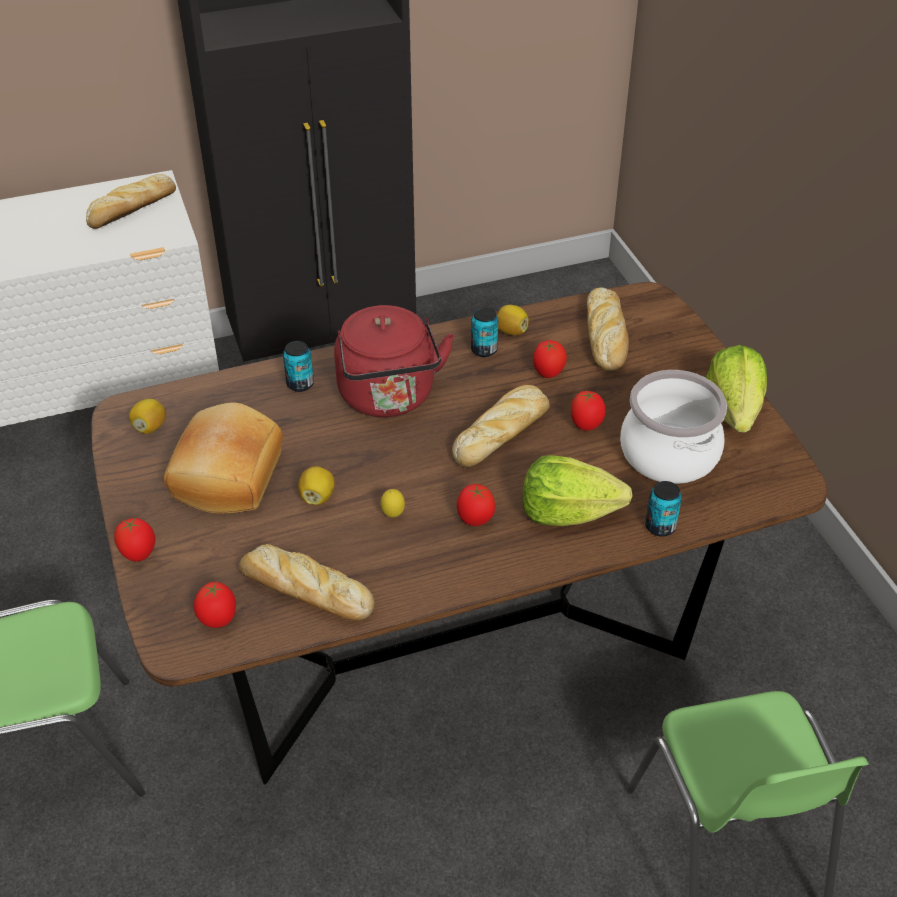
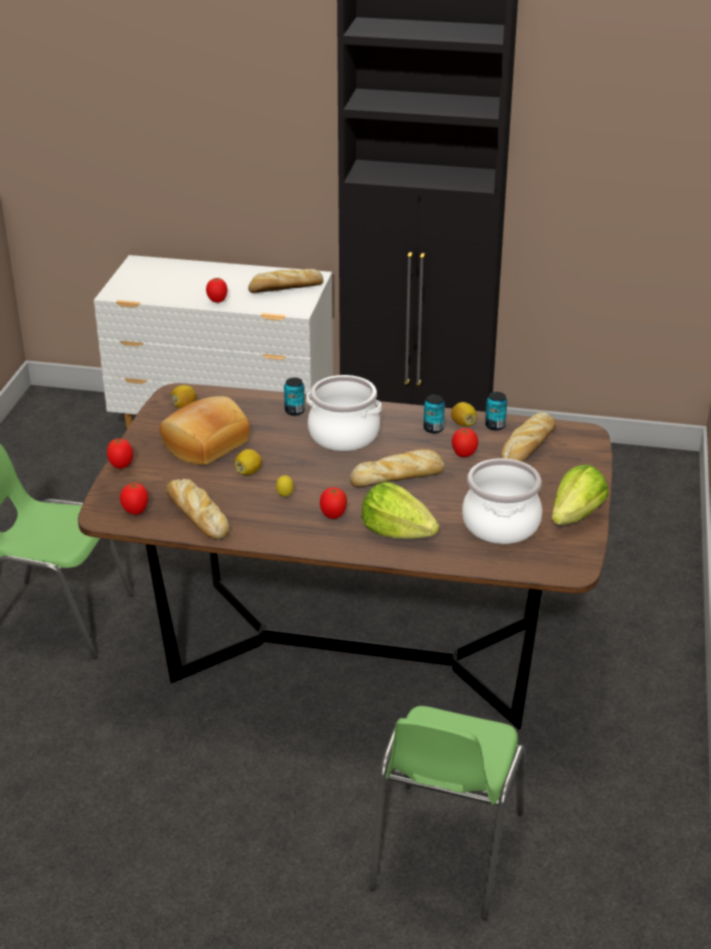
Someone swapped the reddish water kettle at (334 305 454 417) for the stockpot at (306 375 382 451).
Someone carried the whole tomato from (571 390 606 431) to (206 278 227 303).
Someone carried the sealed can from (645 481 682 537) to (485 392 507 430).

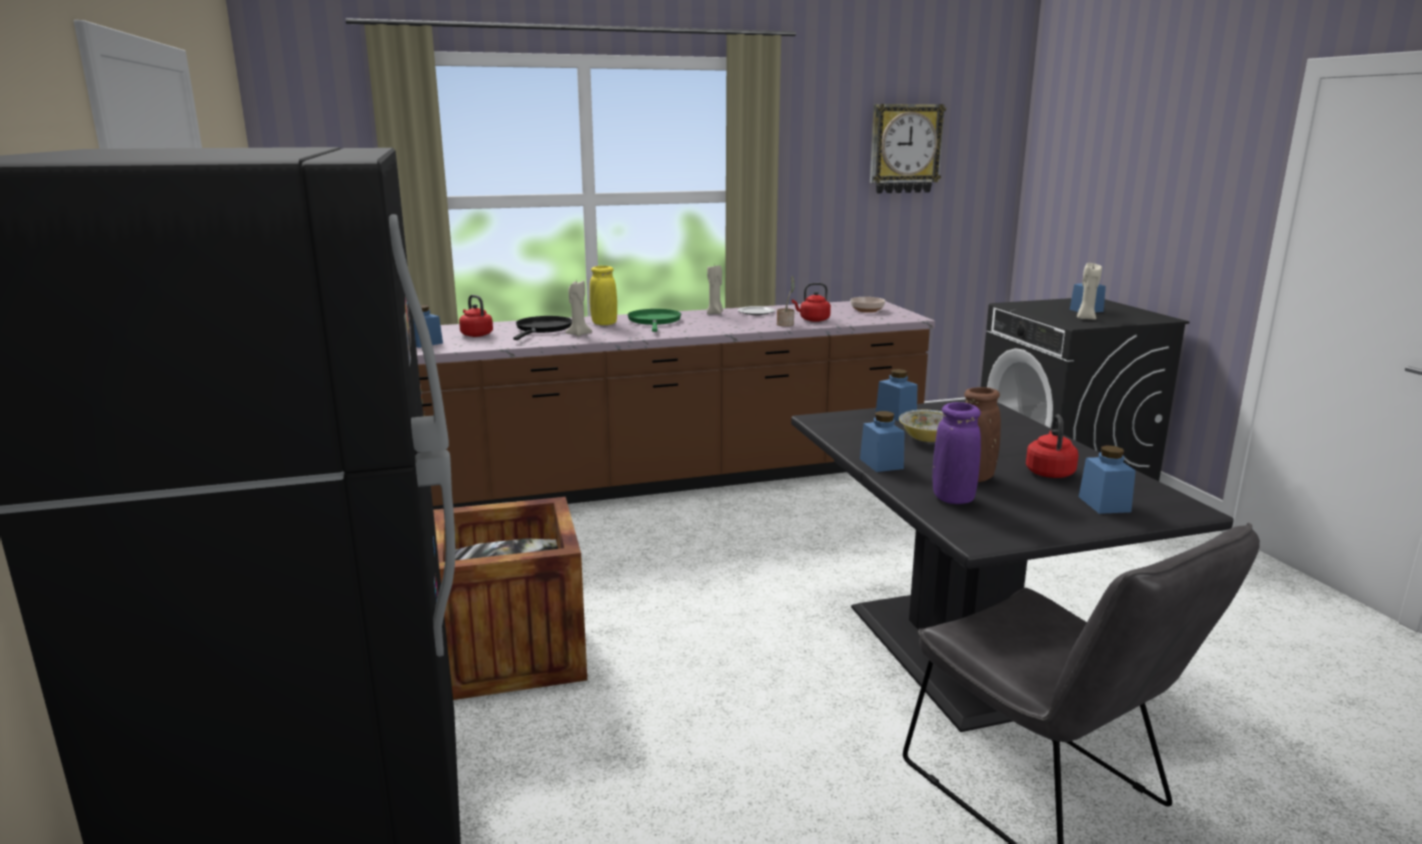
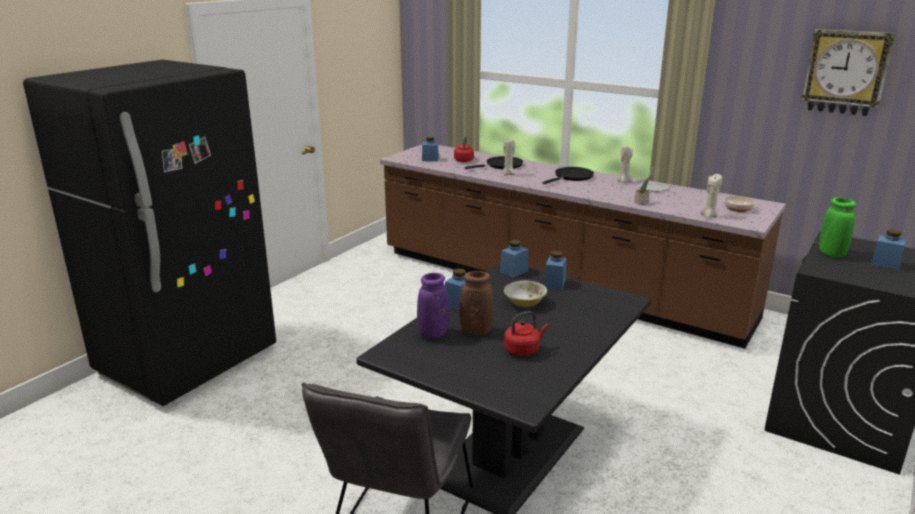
Someone carried the beige-coloured wax candle from (1077 263 1102 320) to (700 174 722 218).
Someone took away the yellow flower vase at (590 266 617 325).
Someone took away the reddish water kettle at (792 283 831 322).
Someone repainted the green-coloured frying pan at (627 309 681 332), which became the blackish frying pan at (542 167 594 184).
Someone carried the blue-coloured storage jar from (1079 445 1136 514) to (500 240 528 278).
Someone took away the packing crate at (433 497 587 700).
Someone put down the green-coloured flower vase at (819 198 856 257).

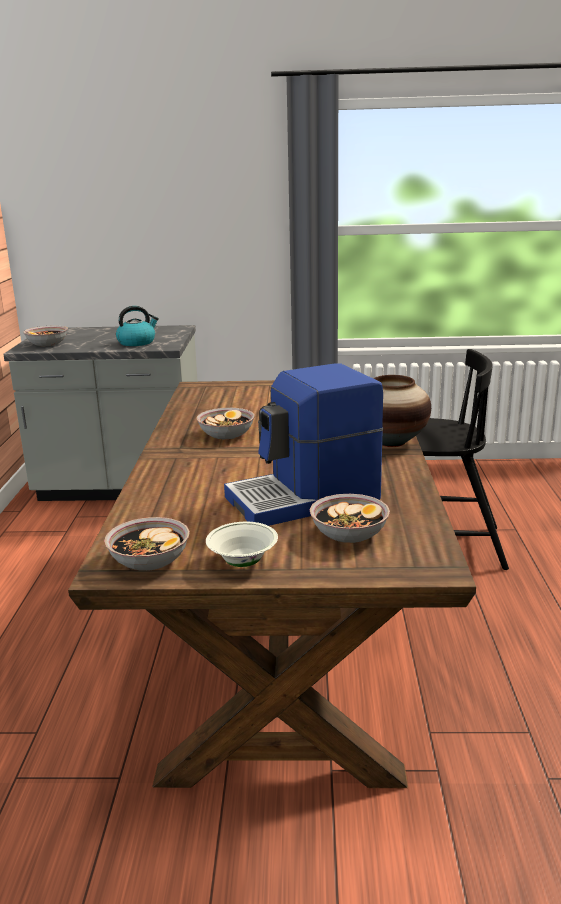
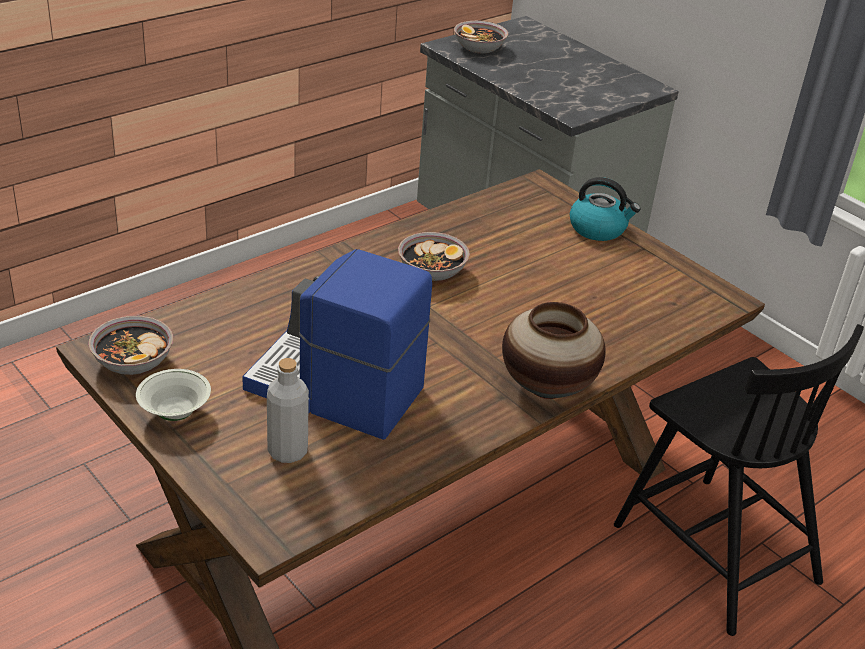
Someone carried the water kettle from (116 306 159 346) to (570 177 641 241).
Someone swapped the deep dish at (309 494 390 543) for the grey beverage bottle at (267 358 309 463).

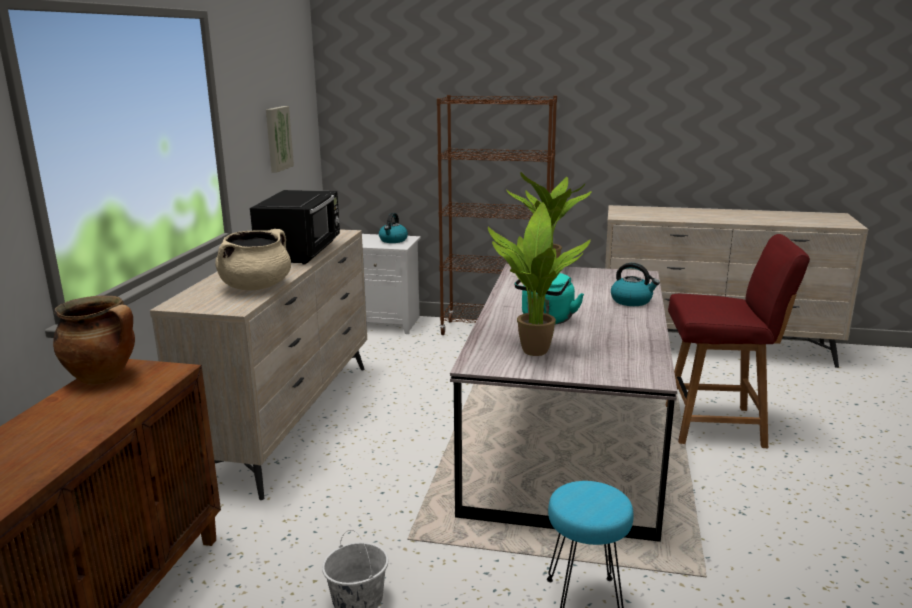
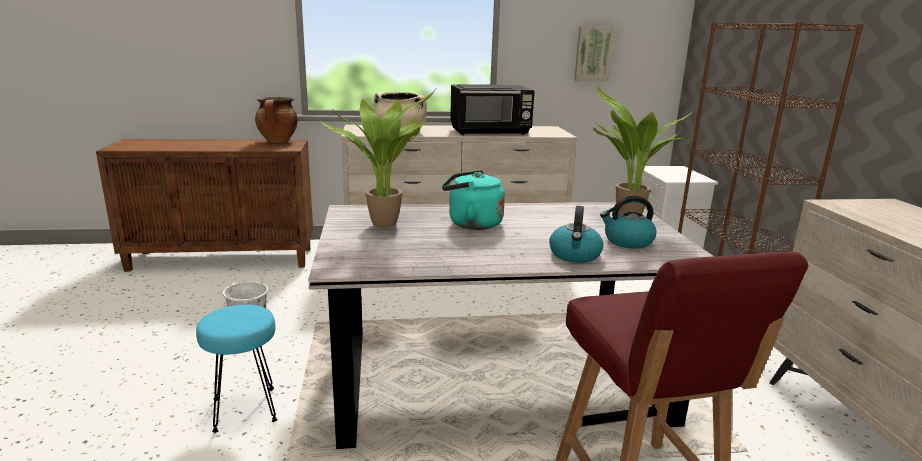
Someone carried the water kettle from (379 213 408 243) to (600 196 656 249).

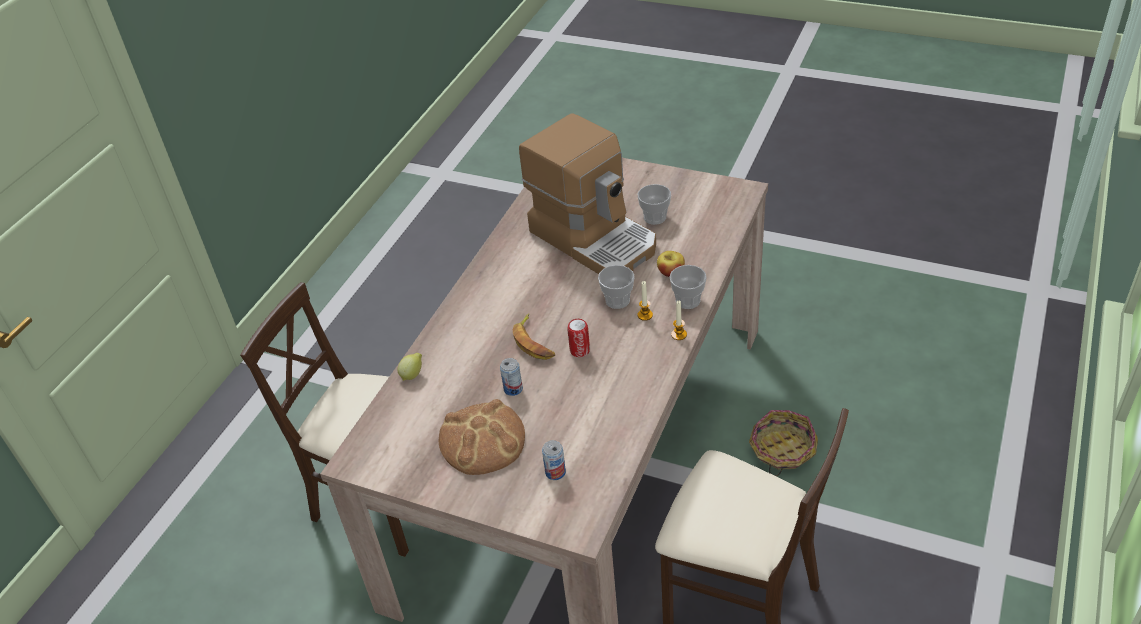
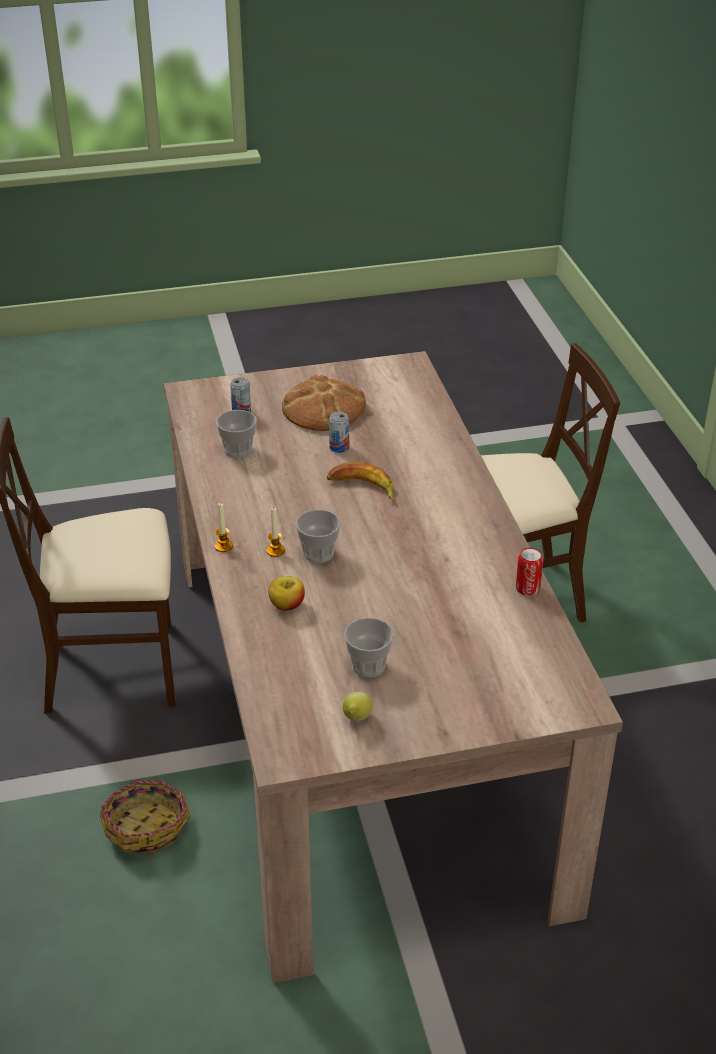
Someone took away the coffee machine at (519 113 656 274).
Someone carried the drinking cup from (669 265 707 309) to (216 410 257 458).
Someone carried the sealed can from (567 319 590 357) to (516 548 544 596).
Someone carried the citrus fruit from (398 353 422 381) to (343 692 373 721).

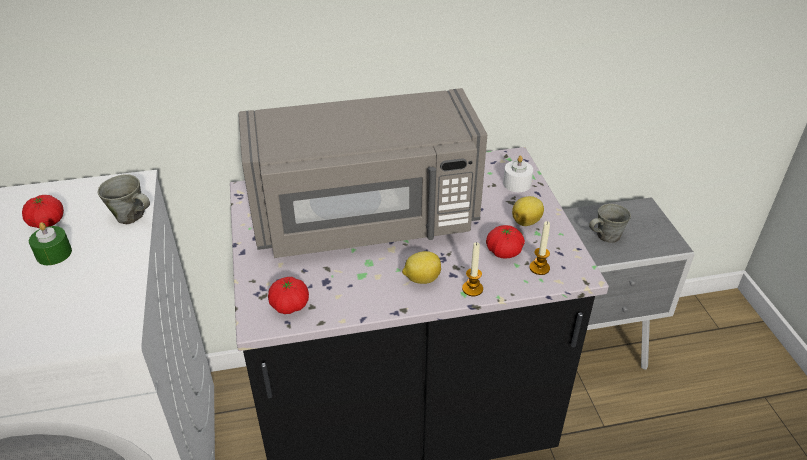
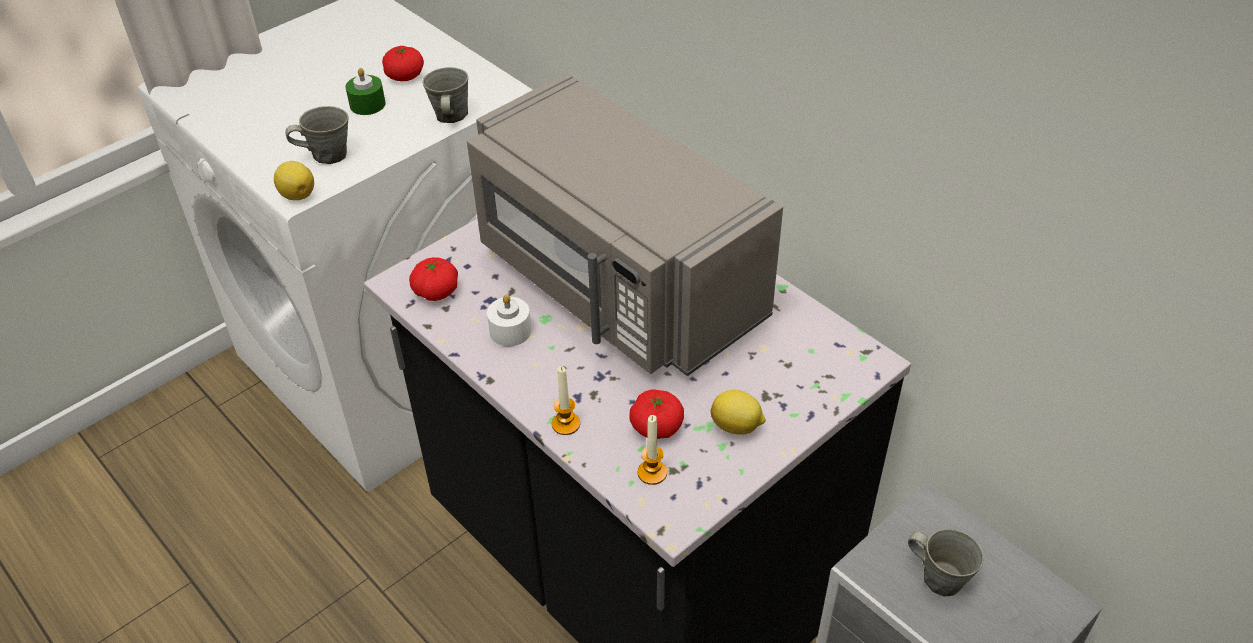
Someone carried the whitish wax candle from (503 156 533 192) to (487 294 532 346).
Someone carried the citrus fruit from (402 251 441 284) to (274 161 314 200).
Someone put down the grey coffee mug at (286 106 349 164).

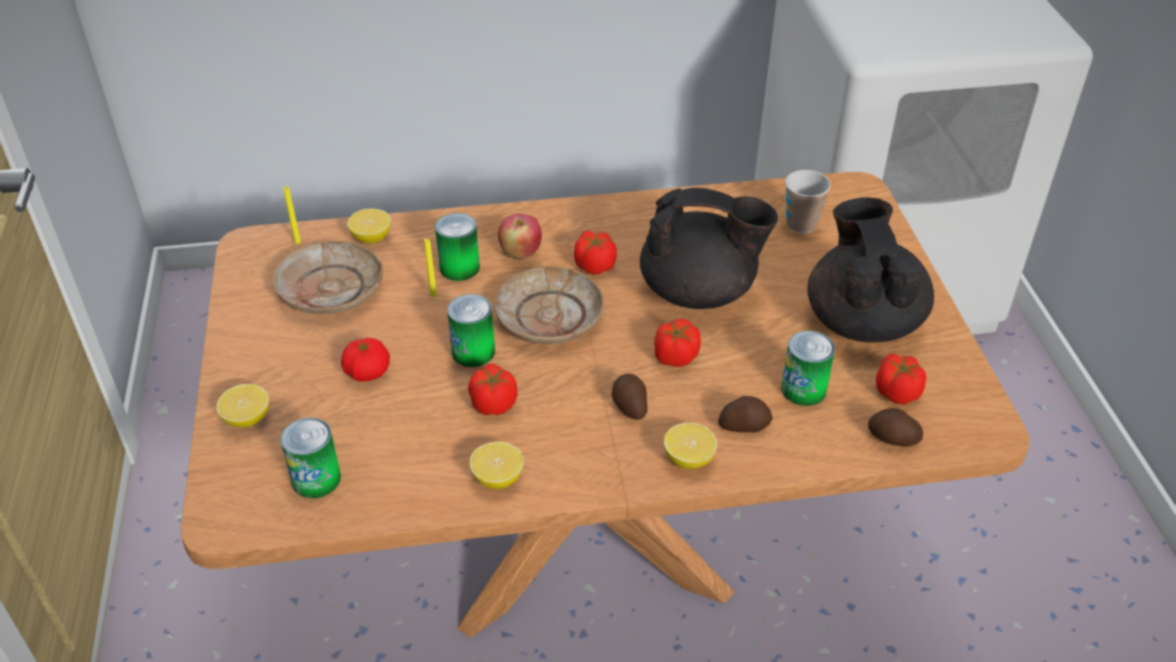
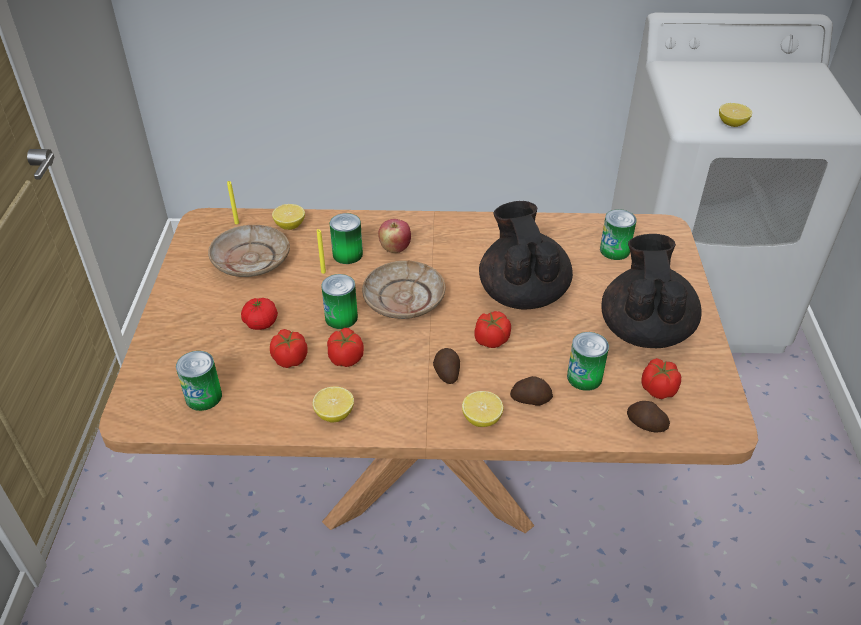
Someone swapped the drinking cup at (785 170 831 233) for the sealed can at (600 209 636 260).
Someone rotated the blackish pot for tea at (640 188 778 309) by 120 degrees counterclockwise.
Someone carried the whole tomato from (574 231 617 275) to (270 329 308 368).
Someone carried the citrus fruit from (216 384 269 428) to (719 103 752 127).

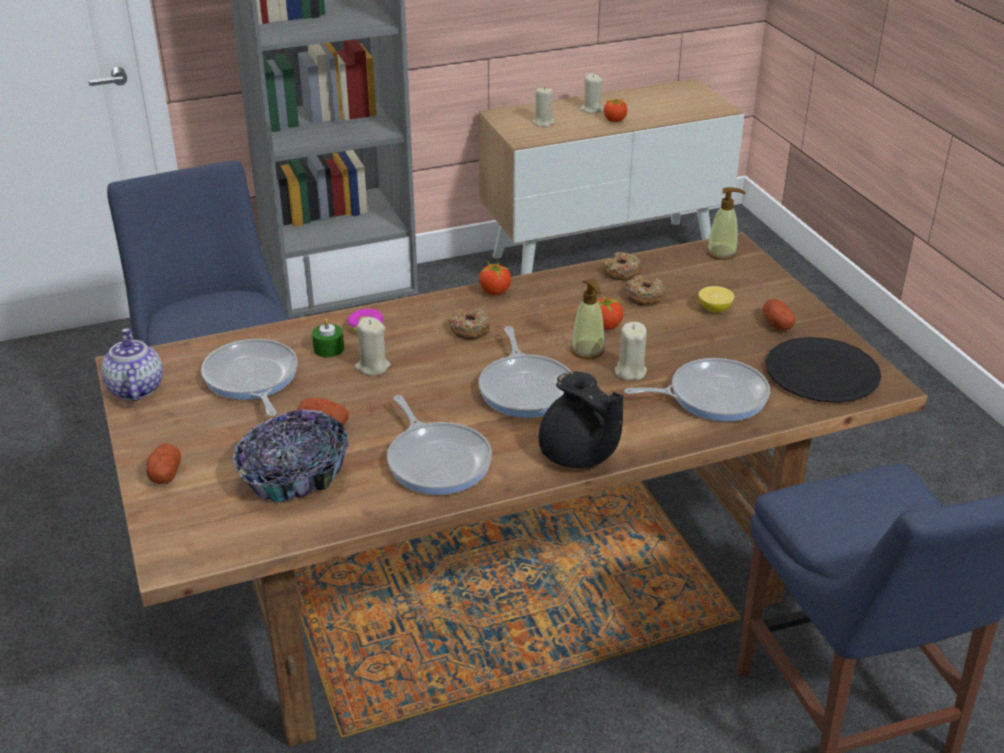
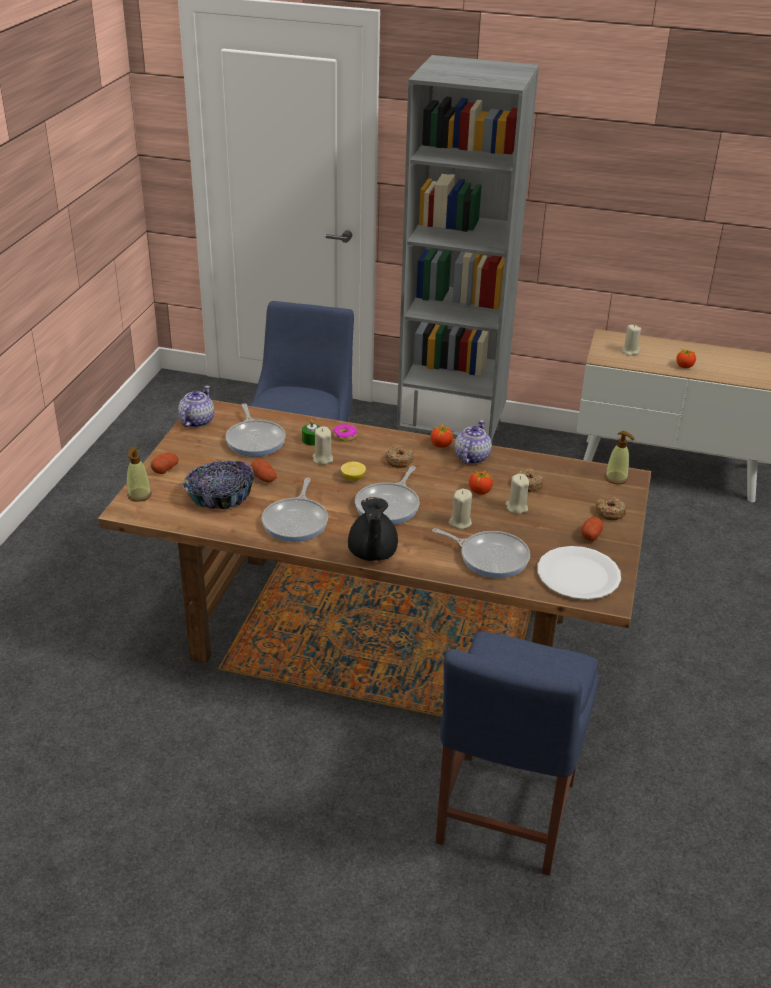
Someone carried the beige-coloured wax candle from (580 74 604 113) to (505 474 529 514).
Someone carried the doughnut from (602 252 642 281) to (596 497 626 520).
Someone carried the soap bottle from (570 279 605 359) to (127 446 152 502).
Someone carried the citrus fruit from (699 286 734 313) to (341 462 366 481).
Someone repainted the blackish dinner plate at (766 337 881 403), which became the whitish dinner plate at (537 546 621 600).
Someone rotated the frying pan at (201 339 298 416) by 150 degrees clockwise.
Someone put down the pot for tea at (455 420 492 464).

